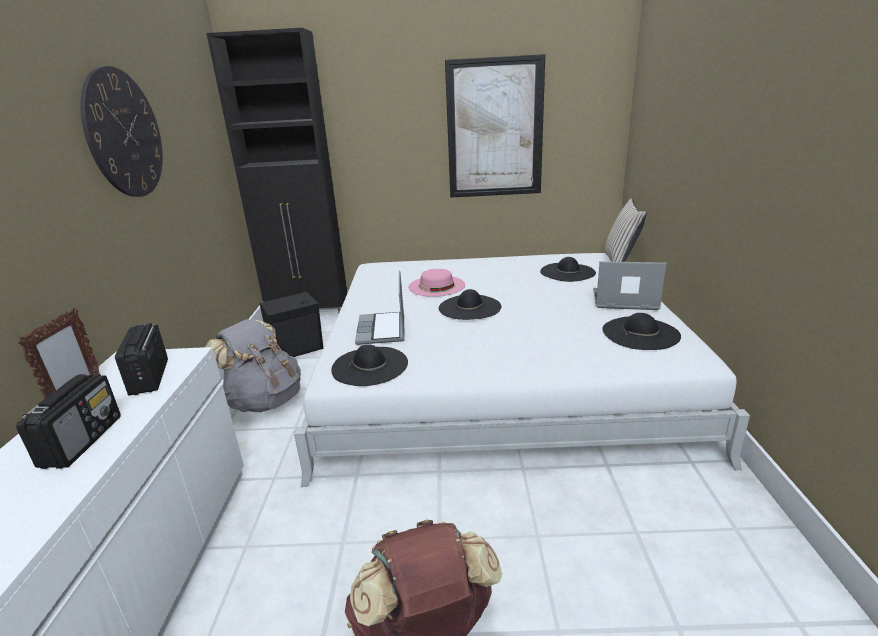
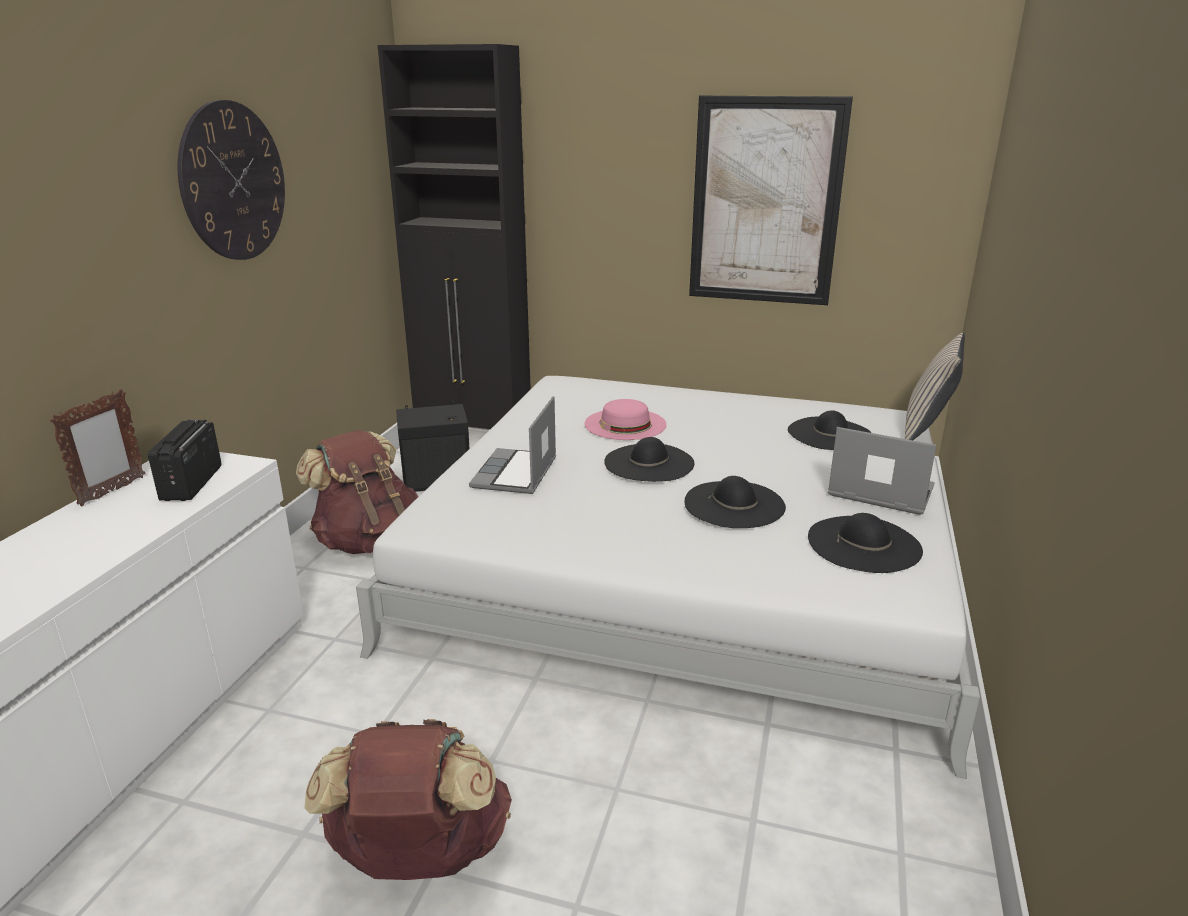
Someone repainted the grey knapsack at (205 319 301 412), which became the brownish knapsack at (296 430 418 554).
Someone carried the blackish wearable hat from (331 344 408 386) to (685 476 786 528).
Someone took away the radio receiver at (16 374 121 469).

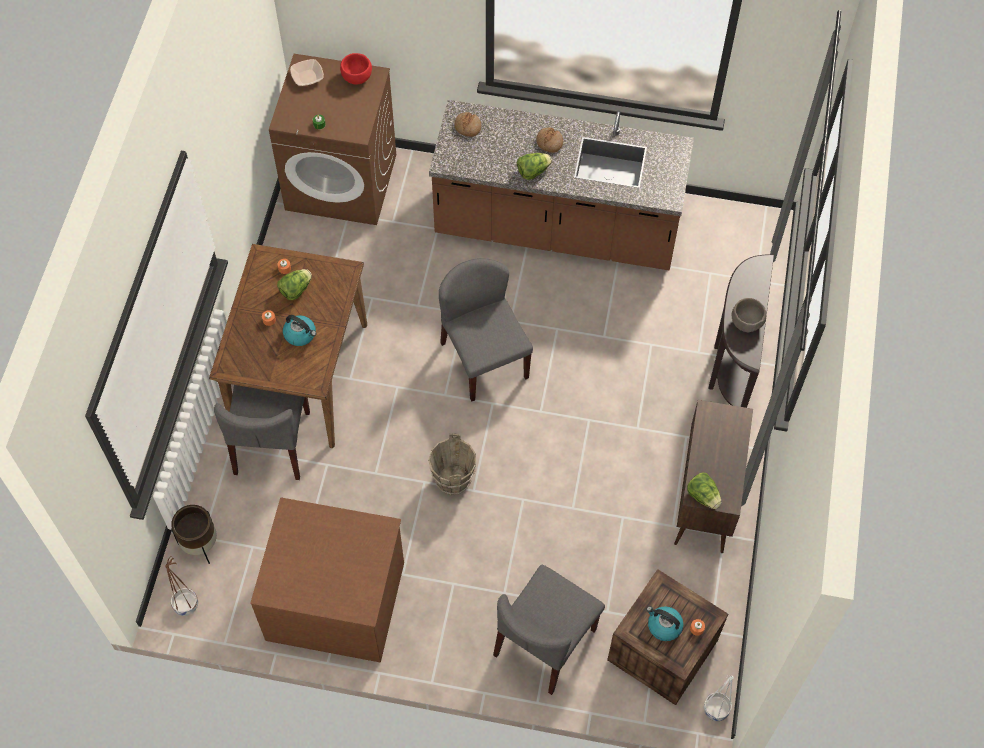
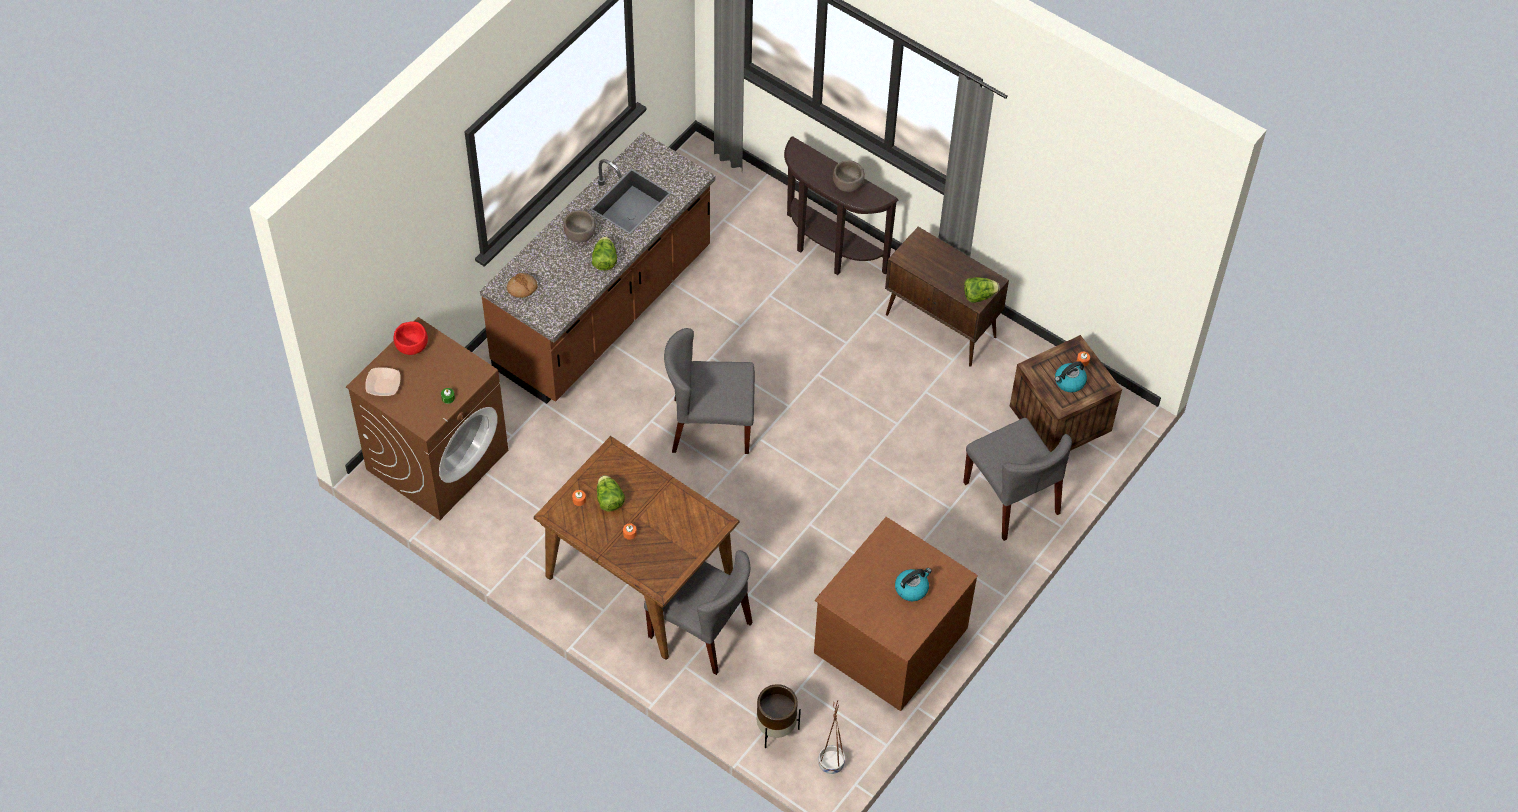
Someone swapped the bread at (536 128 563 153) for the brownish deep dish at (563 210 596 242).
Someone carried the water kettle from (283 315 316 346) to (895 568 932 601).
Someone took away the brownish pail at (428 433 476 495).
Someone took away the whitish flower pot at (704 676 734 721).

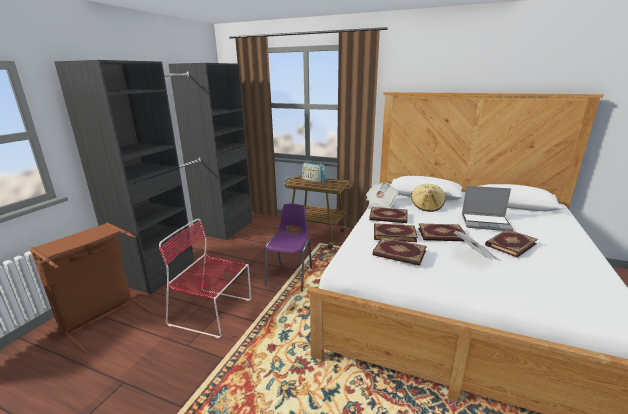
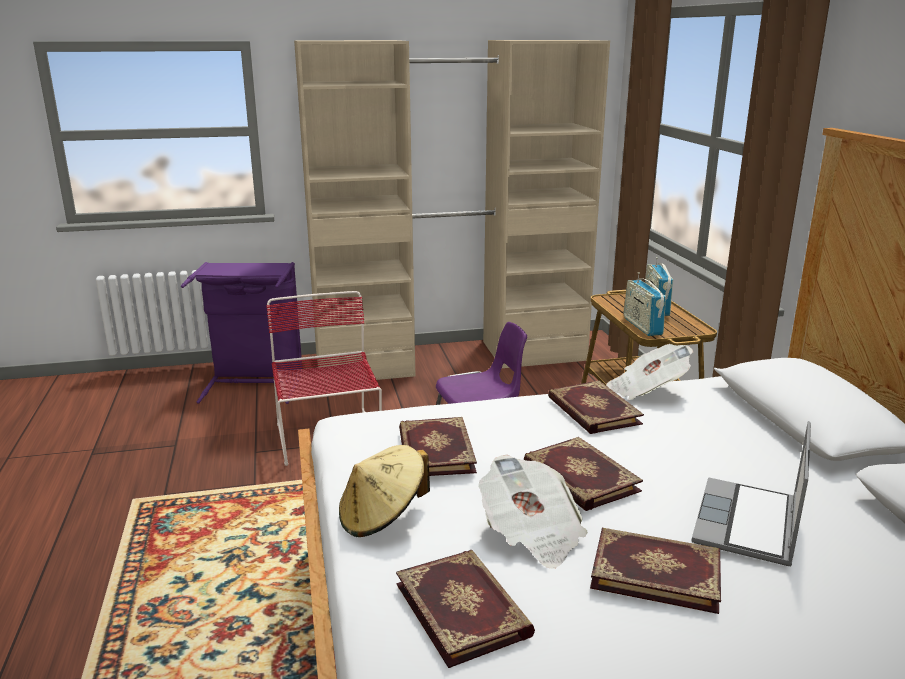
Someone repainted the blackish clothes cupboard at (54 60 252 294), which became the beige-coloured clothes cupboard at (294 40 610 385).
Someone carried the beige-coloured wearable hat from (411 184 446 212) to (339 445 430 537).
Someone rotated the portable computer at (462 186 513 231) by 45 degrees clockwise.
Someone repainted the brownish hamper at (30 223 154 353), which became the purple-coloured hamper at (181 262 302 404).
Someone carried the book from (374 223 418 242) to (396 550 535 668).
Someone put down the radio receiver at (623 272 666 336).

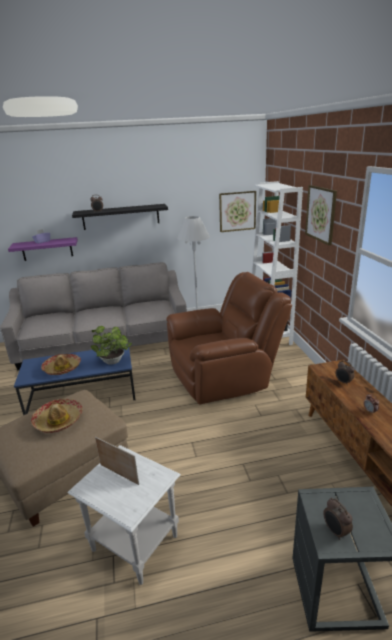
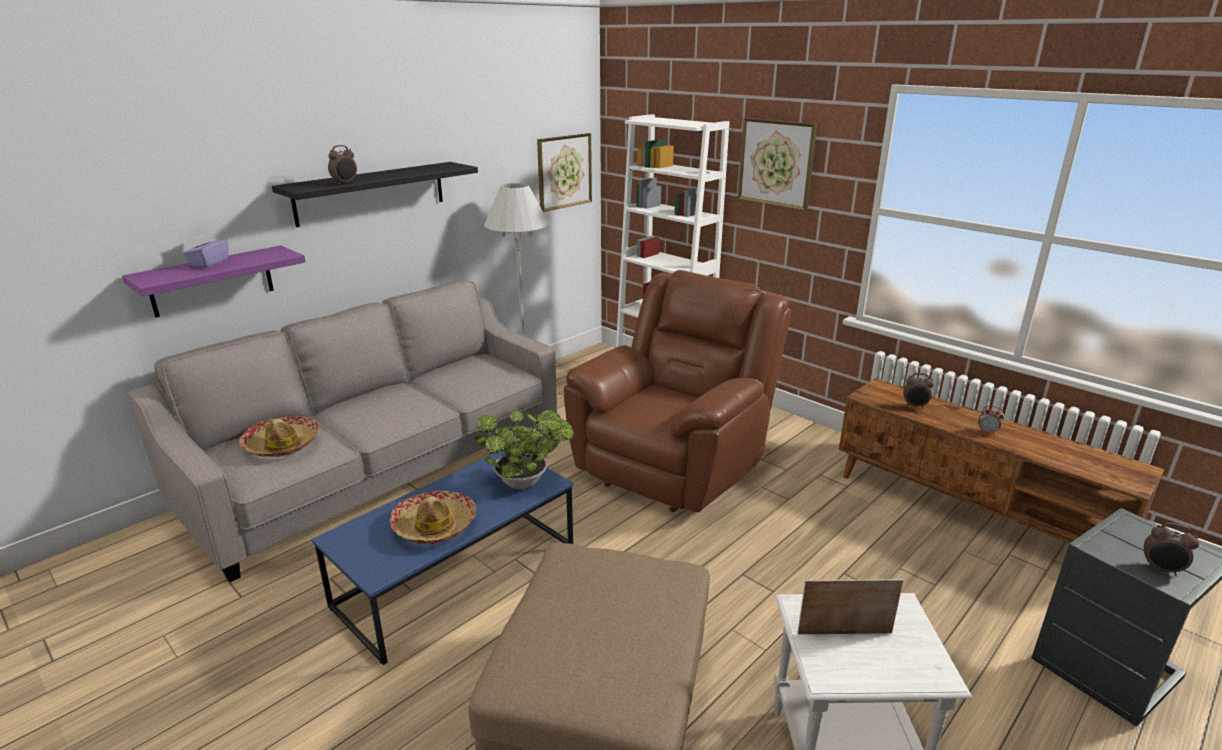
Someone carried the wearable hat from (31 399 83 433) to (239 416 319 457).

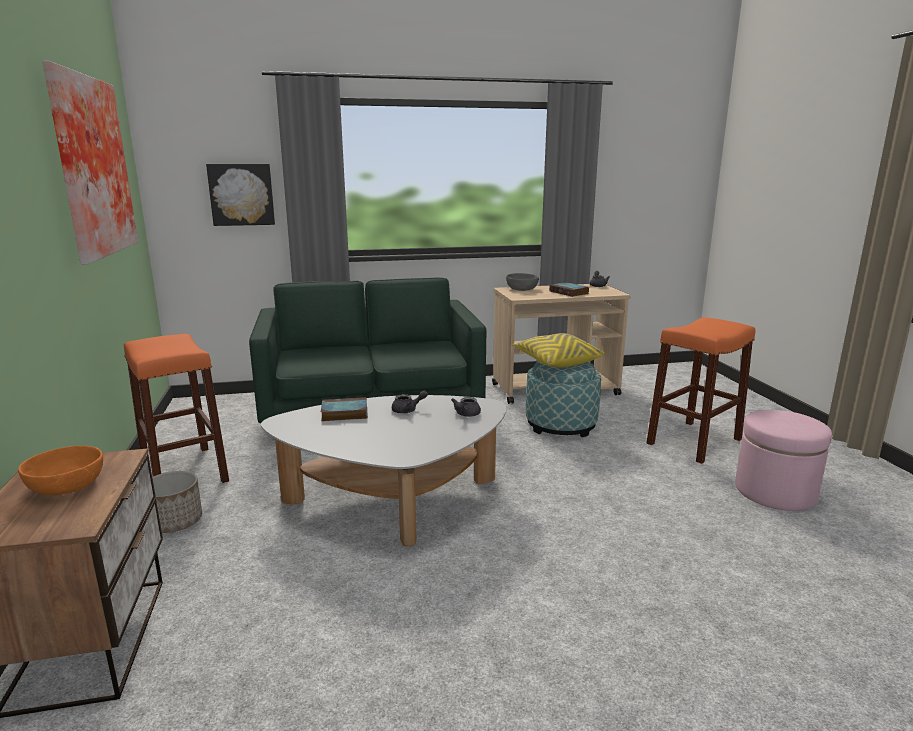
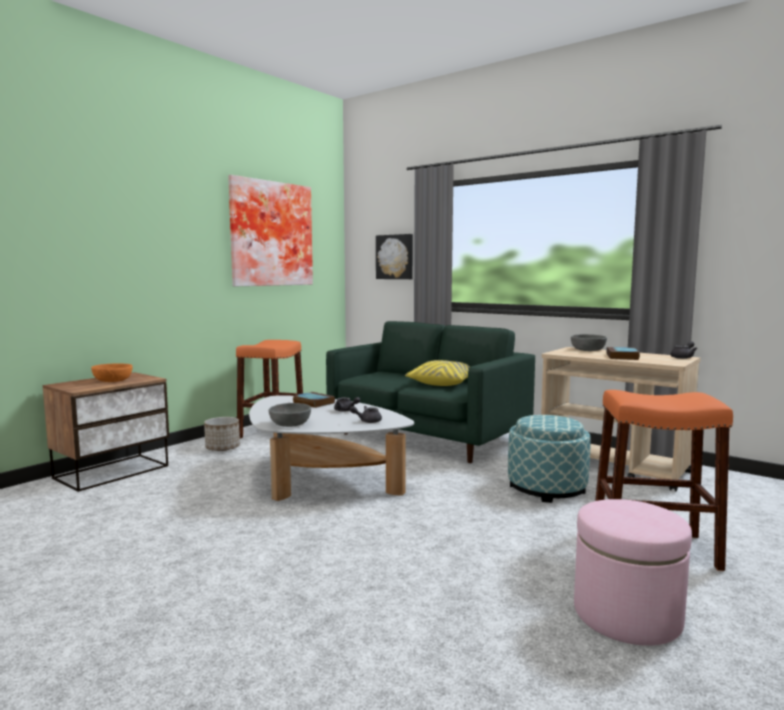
Someone carried the yellow cushion from (513 333 605 368) to (405 360 470 386).
Someone put down the grey deep dish at (269 403 311 427).

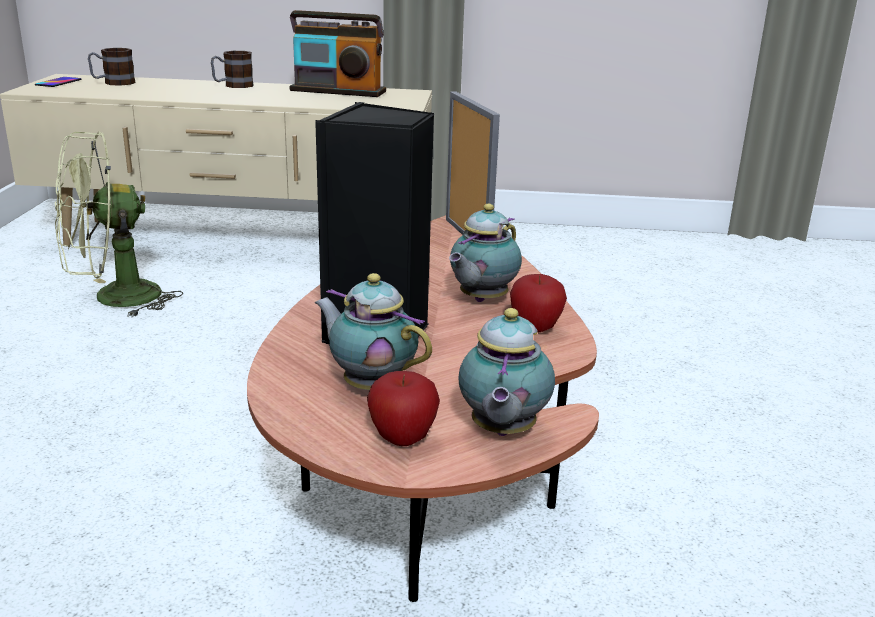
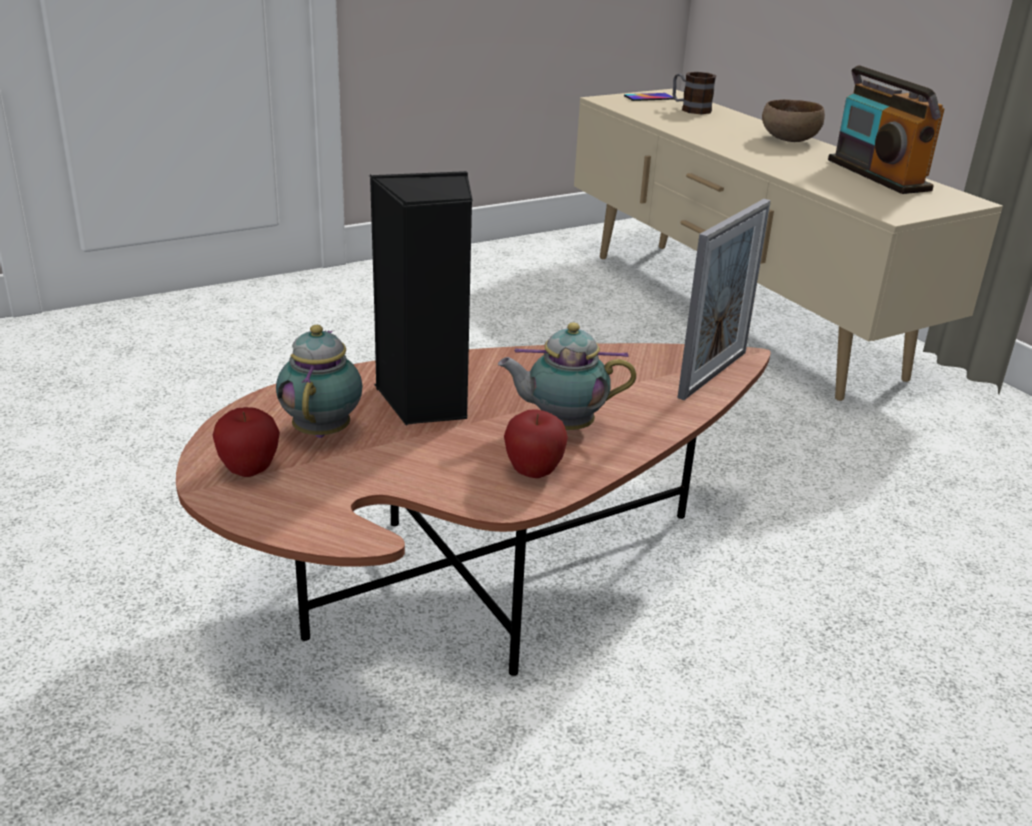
Someone swapped the coffee mug at (211 51 254 88) for the brownish deep dish at (762 99 825 142).
Someone took away the green-coloured fan at (55 131 183 318).
Someone took away the pot for tea at (458 308 555 436).

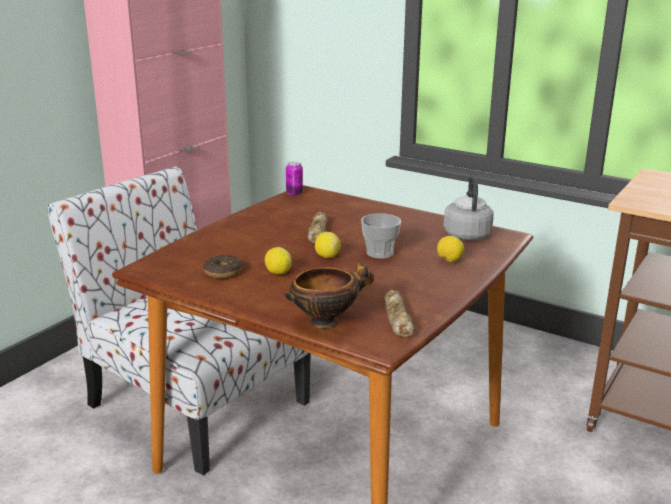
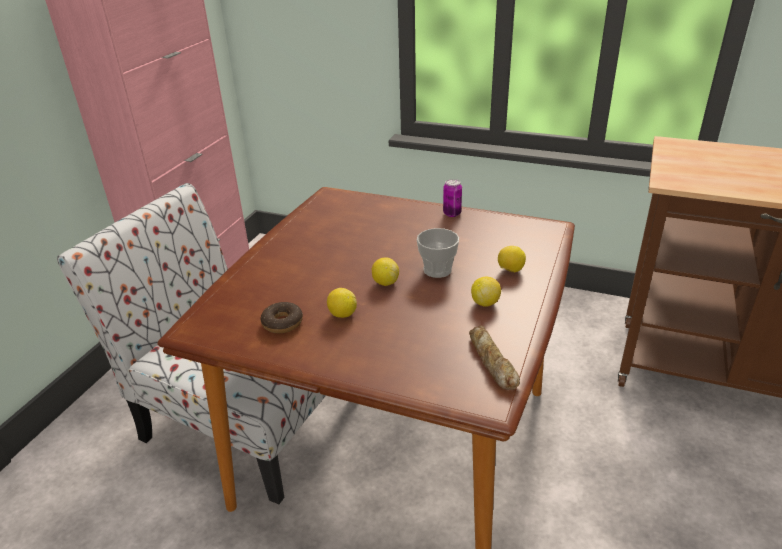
Someone carried the sealed can from (286 161 303 196) to (443 179 462 217).
Someone took away the grey water kettle at (443 176 494 240).
Someone took away the bread at (308 212 328 244).
Someone took away the deep dish at (285 260 374 329).
Someone put down the citrus fruit at (471 277 501 307).

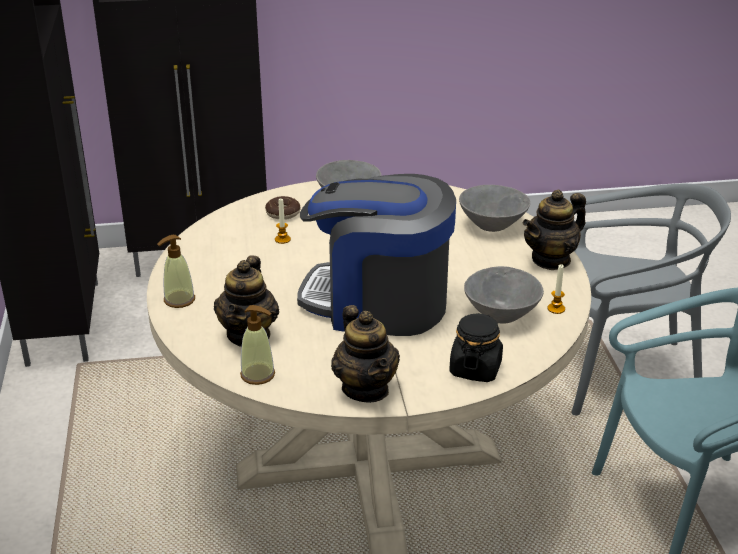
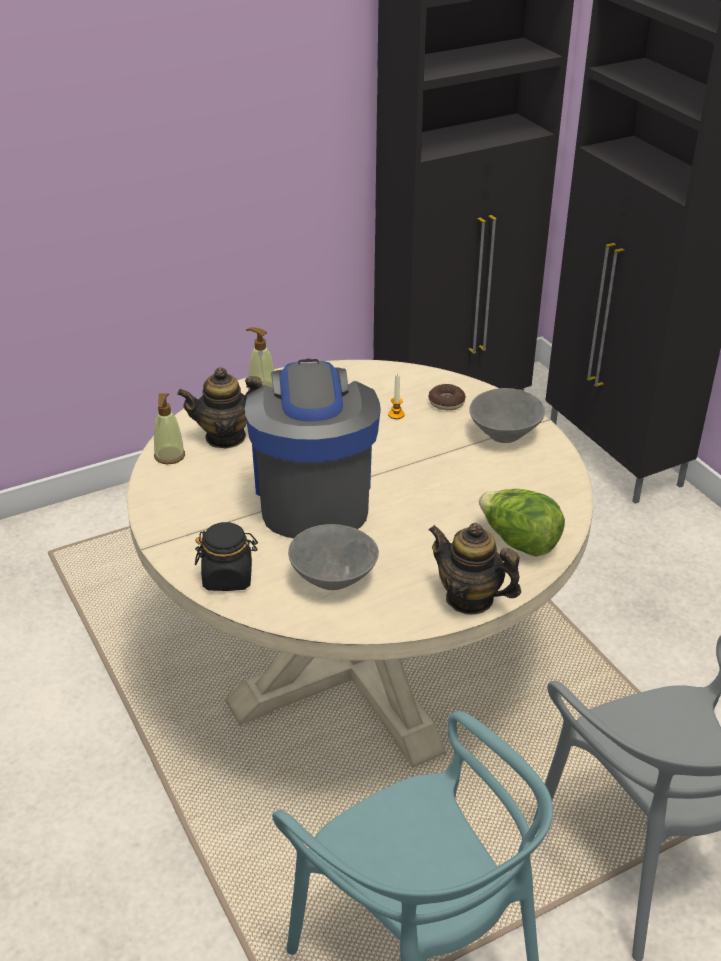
Someone swapped the grey deep dish at (459 185 530 232) for the lettuce head at (479 489 565 557).
Someone took away the wax candle at (547 264 565 314).
Someone took away the pot for tea at (331 305 400 403).

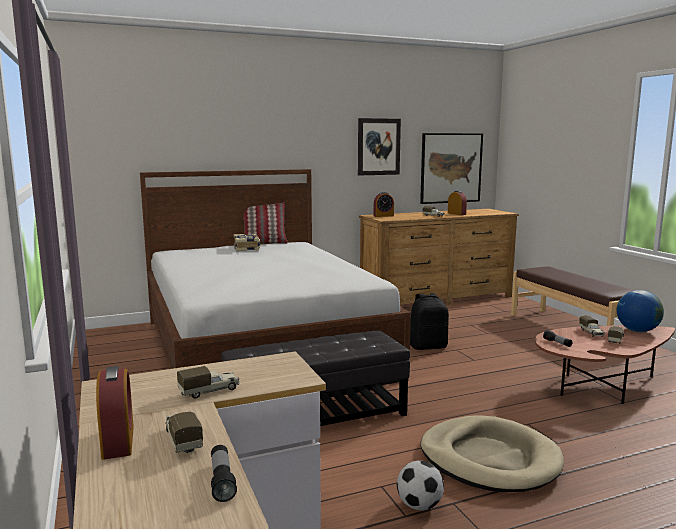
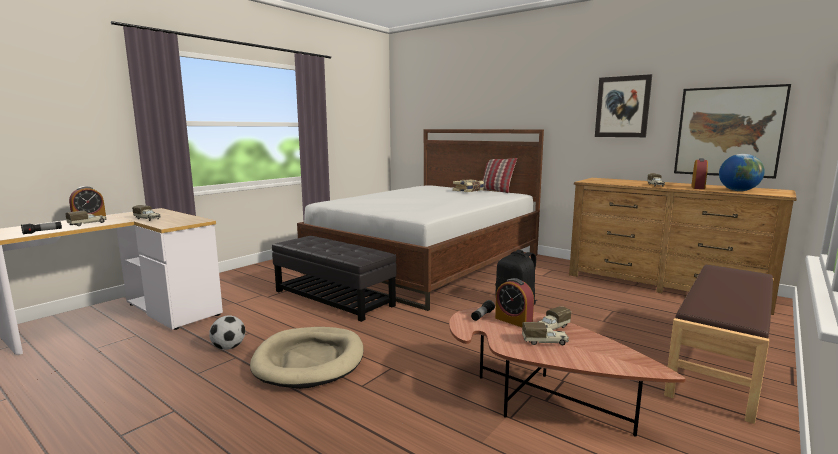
Someone carried the table clock from (373 192 394 217) to (495 278 534 327).
Someone carried the globe from (617 290 664 332) to (719 154 765 191).

